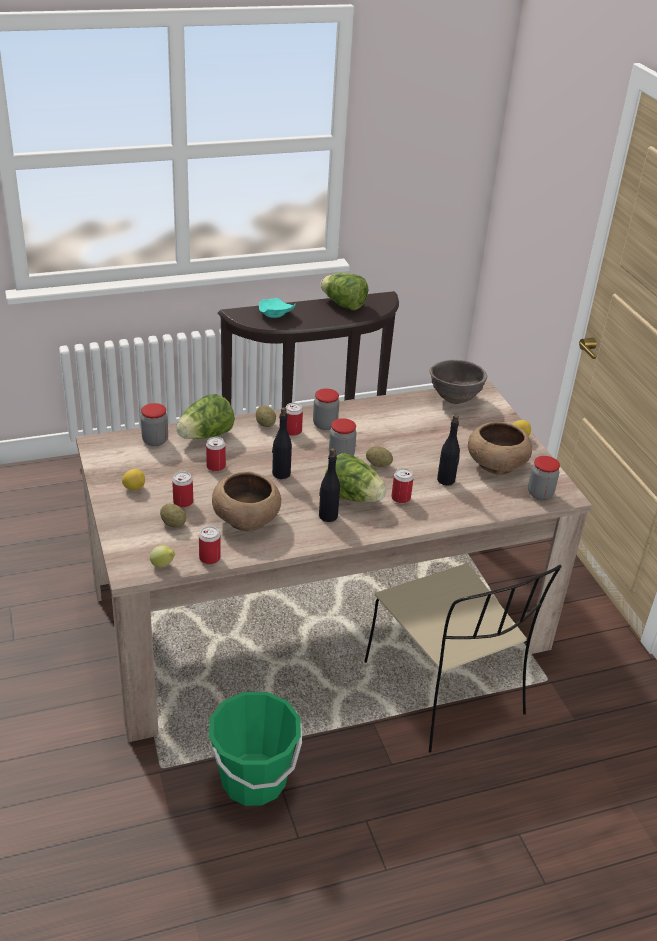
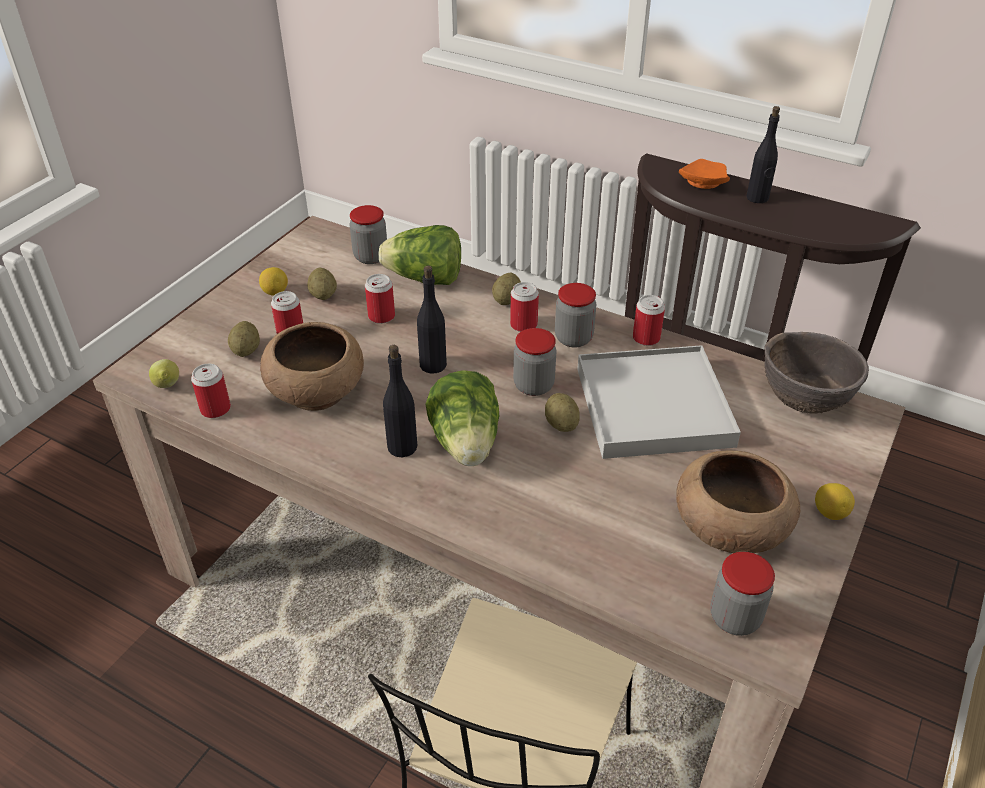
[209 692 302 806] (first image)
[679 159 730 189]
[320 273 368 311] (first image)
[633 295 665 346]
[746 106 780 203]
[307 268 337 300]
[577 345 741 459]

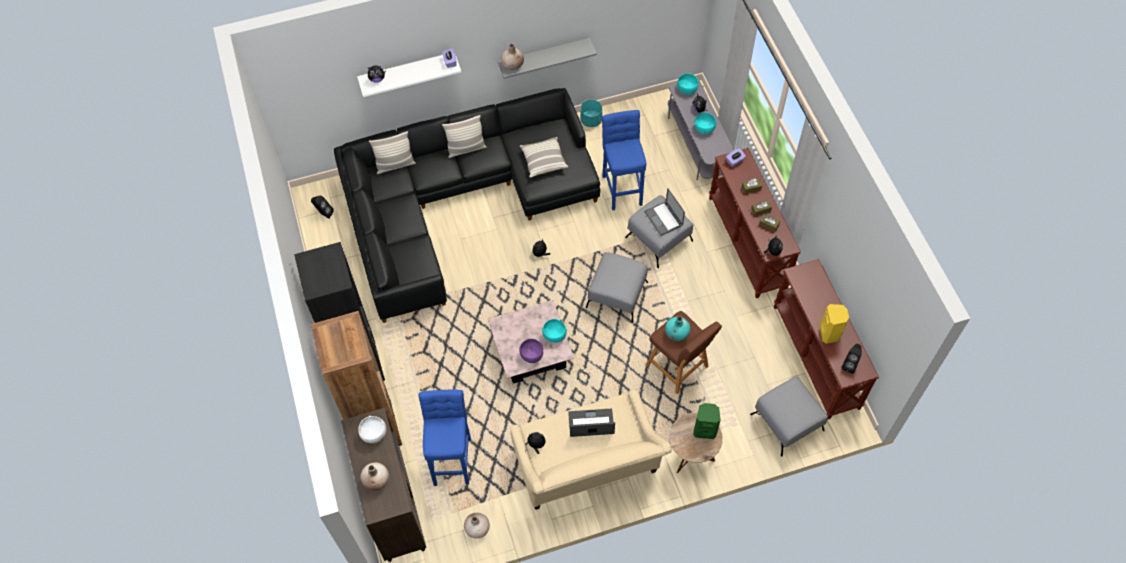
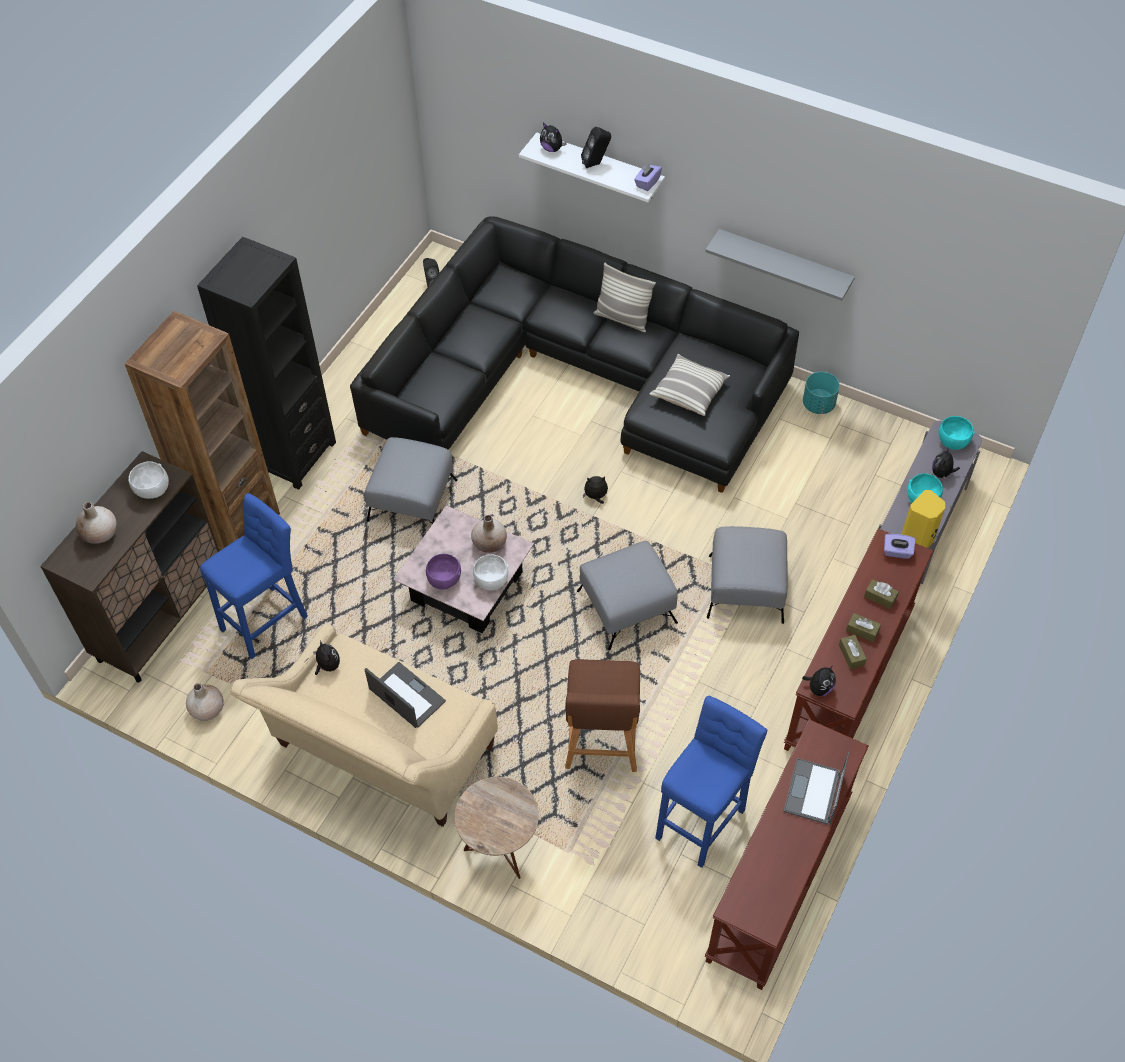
[369 131 416 174] (first image)
[471 515 507 553]
[473 554 509 590]
[655 696 767 868]
[783 752 849 825]
[665 316 690 341] (first image)
[693 403 721 439] (first image)
[365 437 458 524]
[901 490 945 548]
[581 127 611 168]

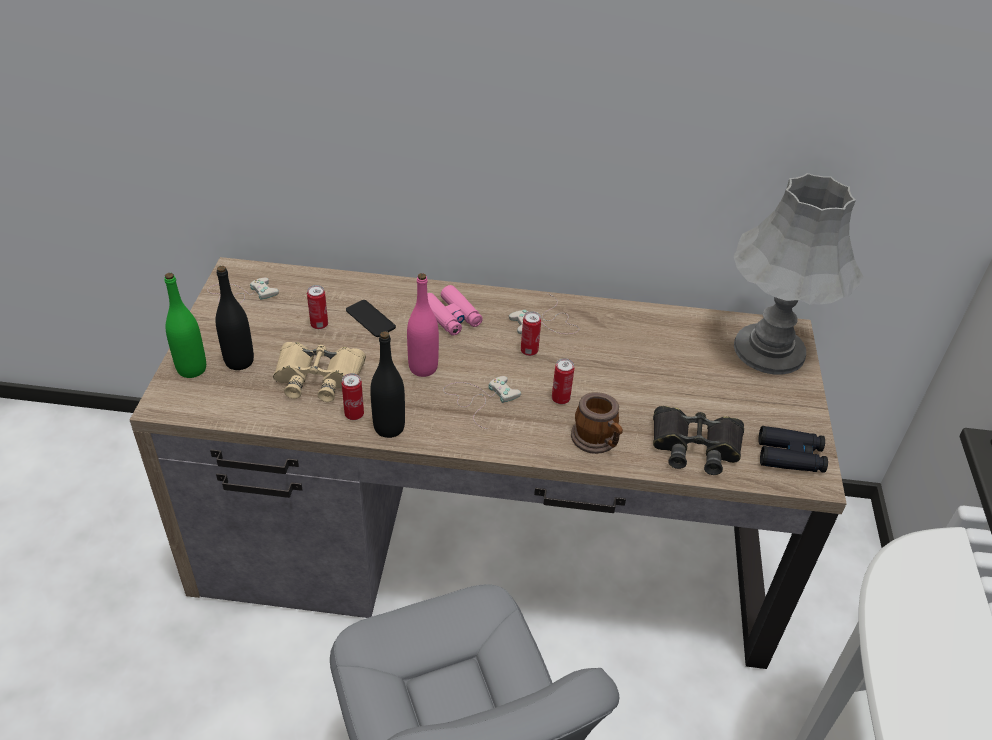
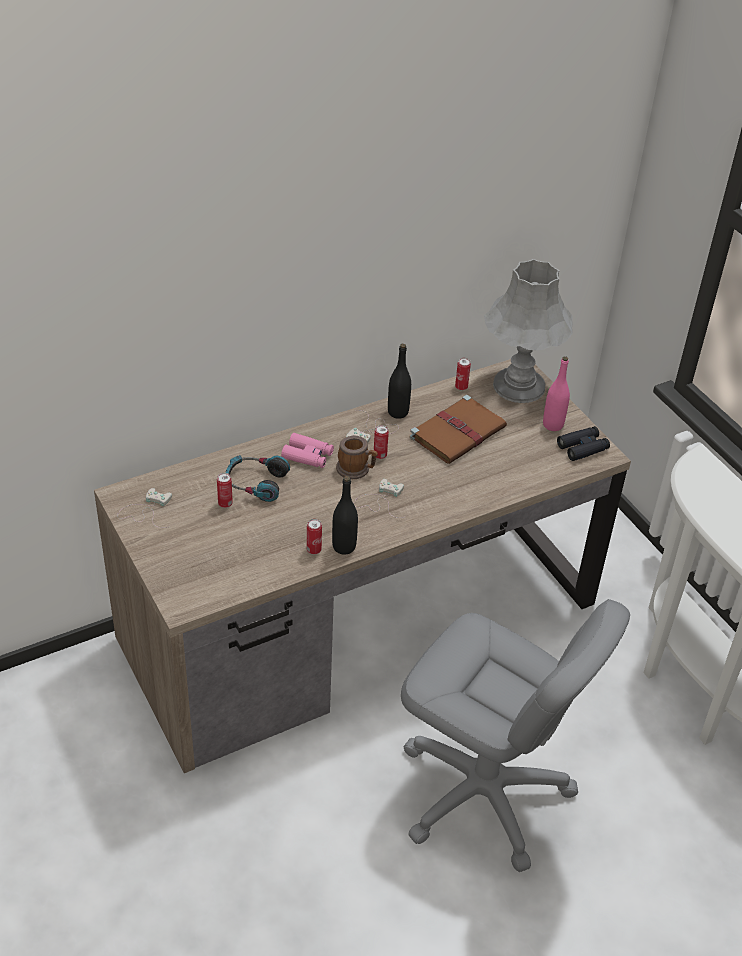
[165 273 206 378] (first image)
[388 344 411 419]
[273 342 366 402] (first image)
[225 455 290 502]
[543 357 570 431]
[455 358 471 390]
[336 436 378 479]
[653 406 744 475] (first image)
[410 395 507 464]

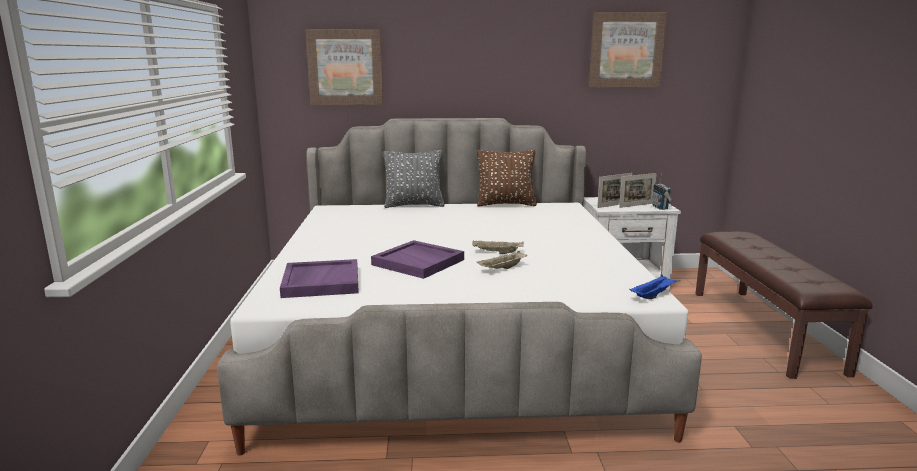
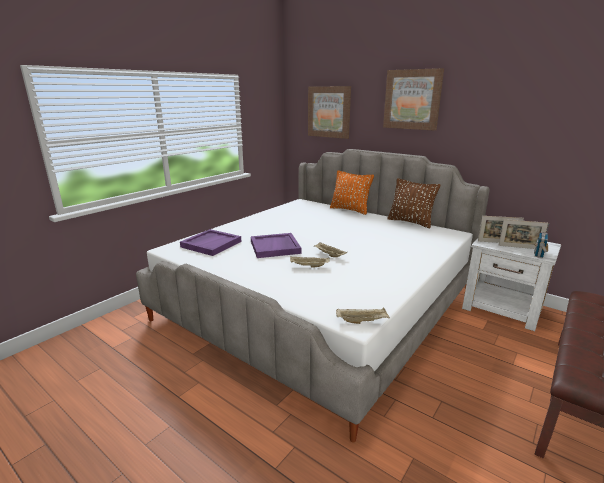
[330 170 374 215]
[383 68 444 131]
[336 308 390 324]

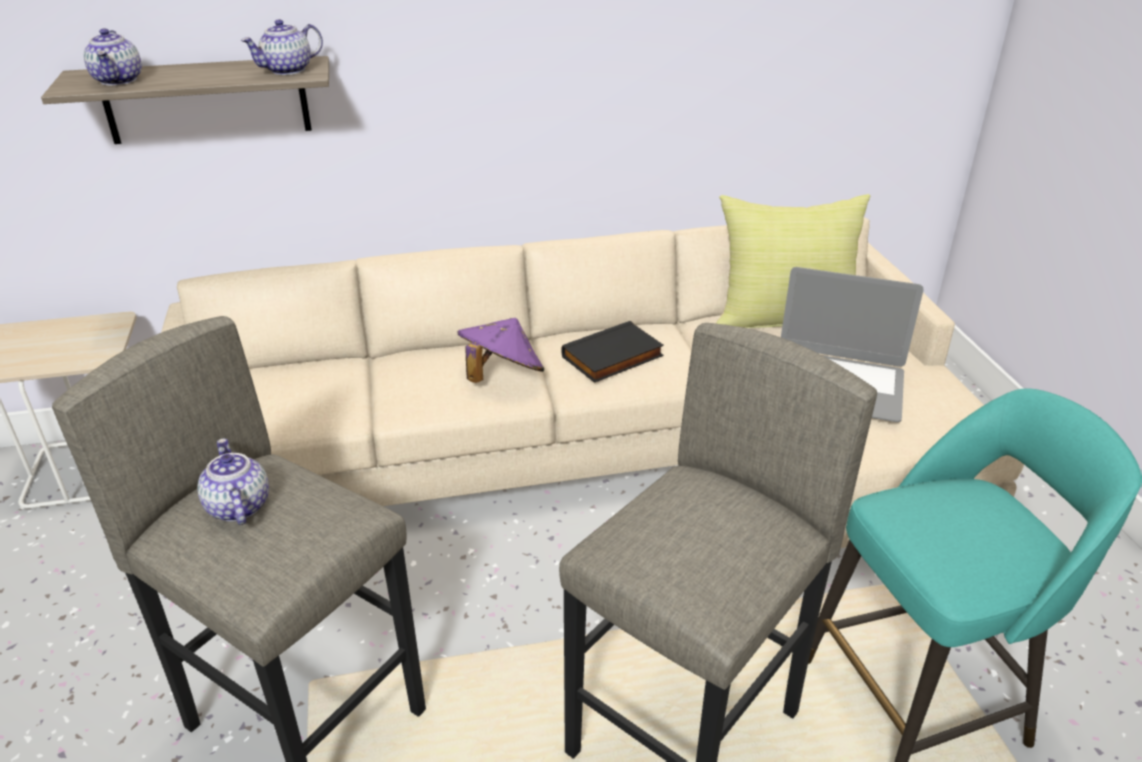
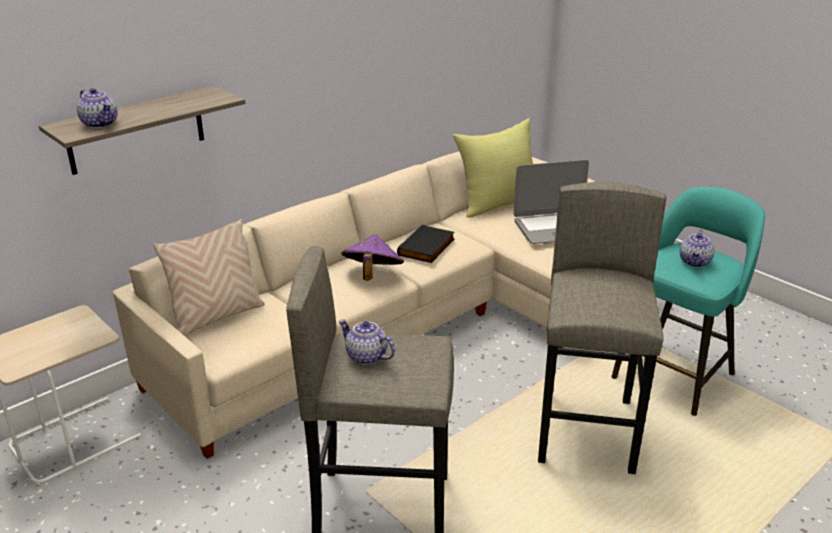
[680 230 714 267]
[153 219 265 336]

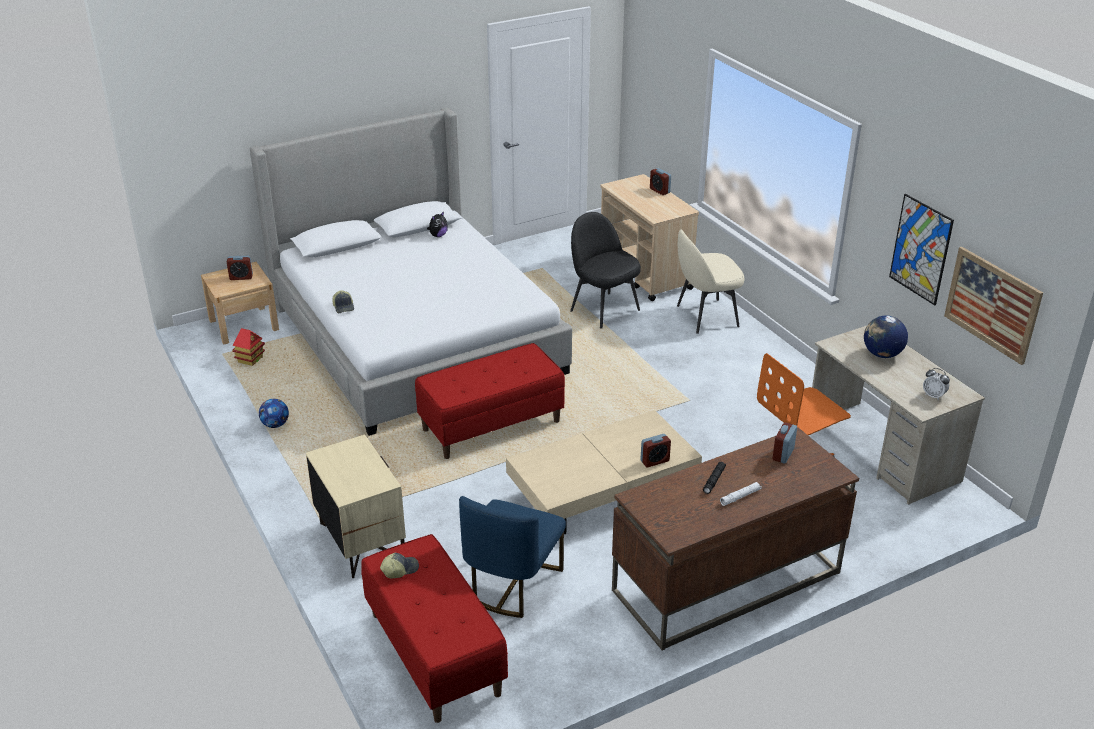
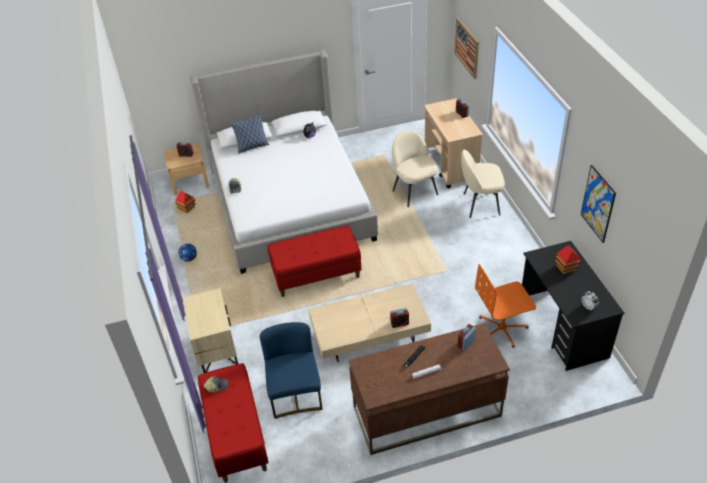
[259 322 323 419]
[392 130 438 207]
[522 241 624 371]
[555 245 581 274]
[455 17 479 79]
[229 113 269 154]

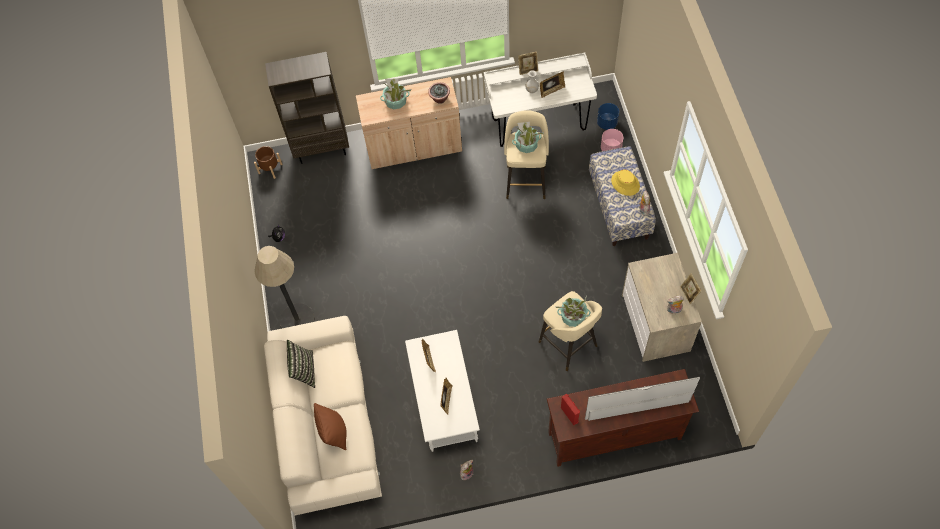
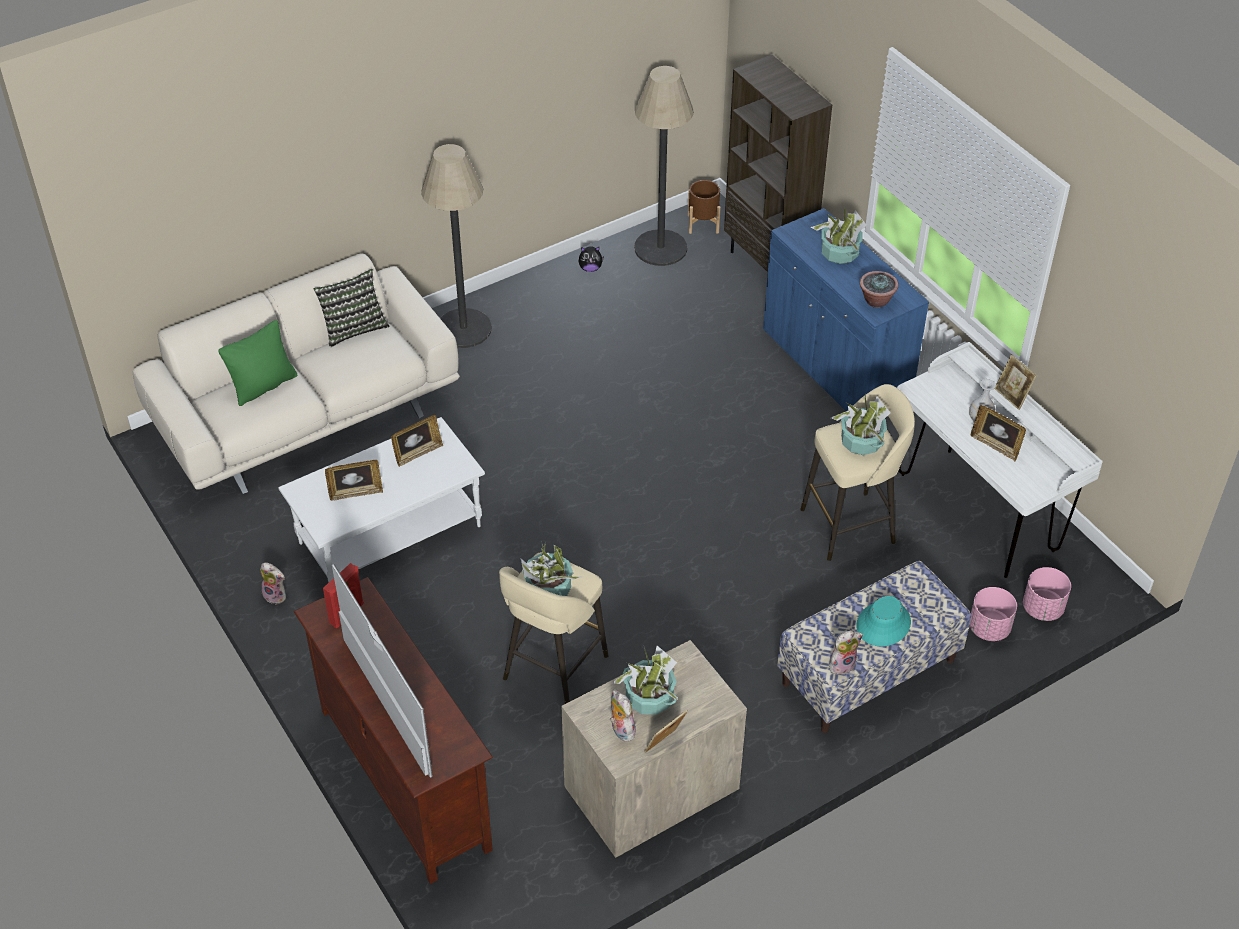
[218 320 297 406]
[763 208 929 411]
[1023 567 1071 621]
[856 596 911 646]
[611 646 678 715]
[634 66 694 266]

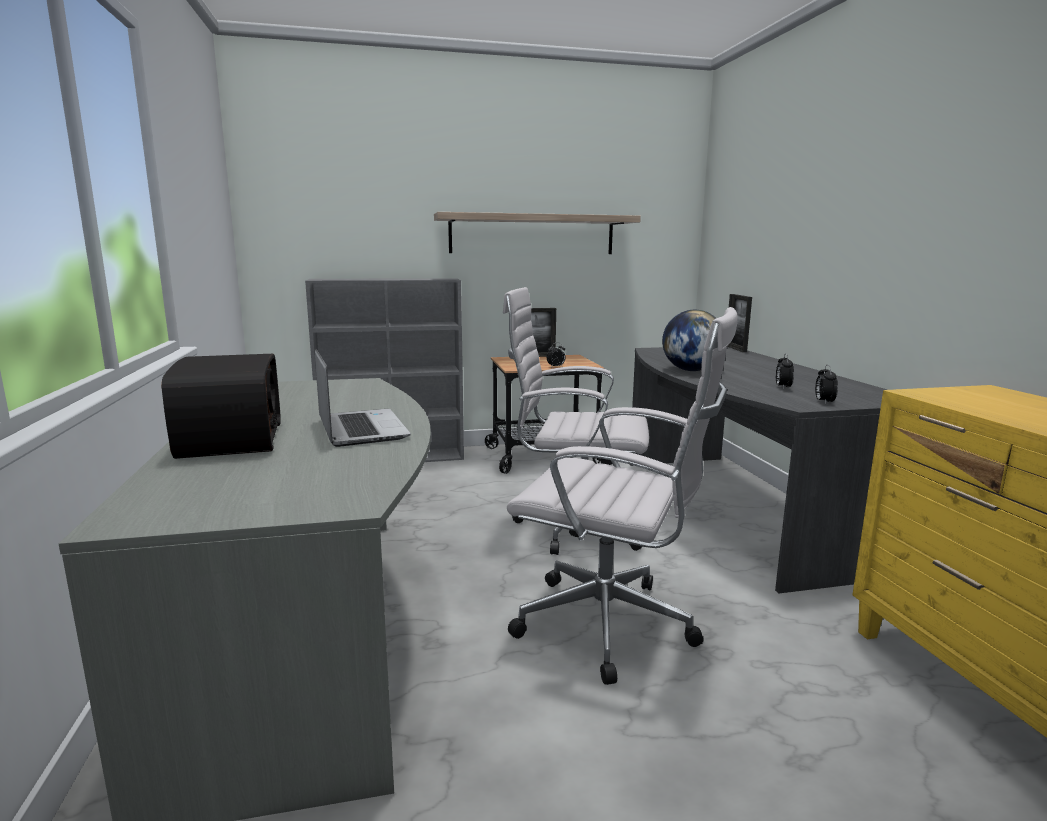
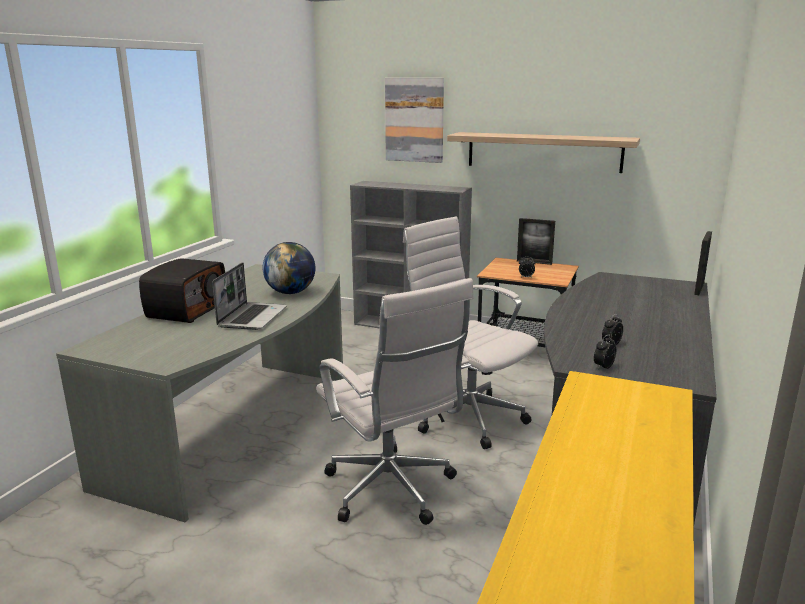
[263 242 315 294]
[385 78 444 163]

